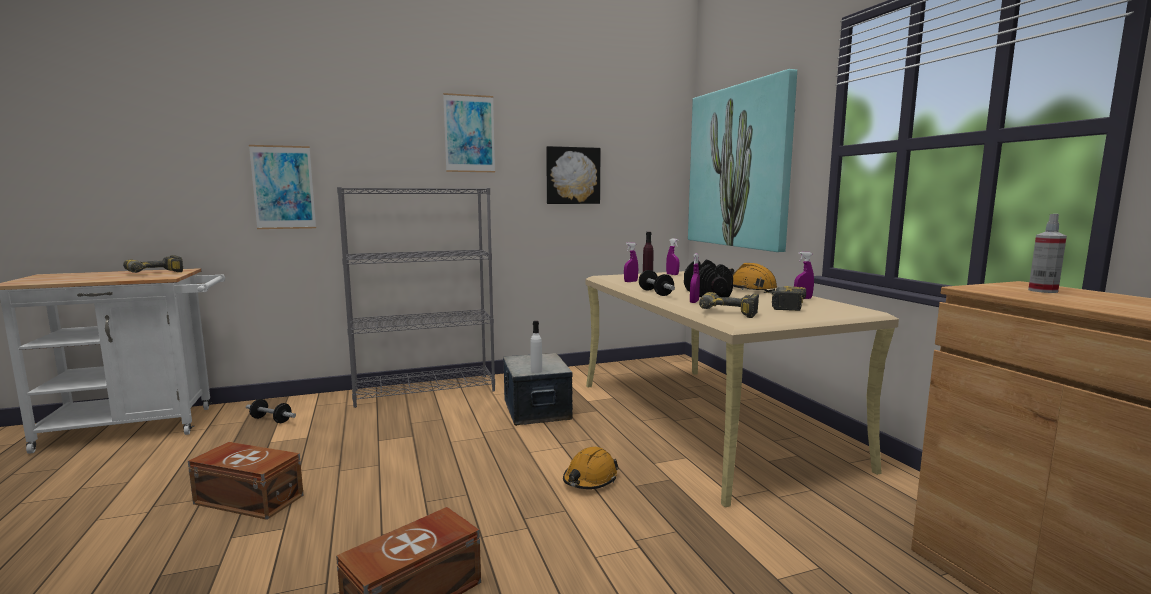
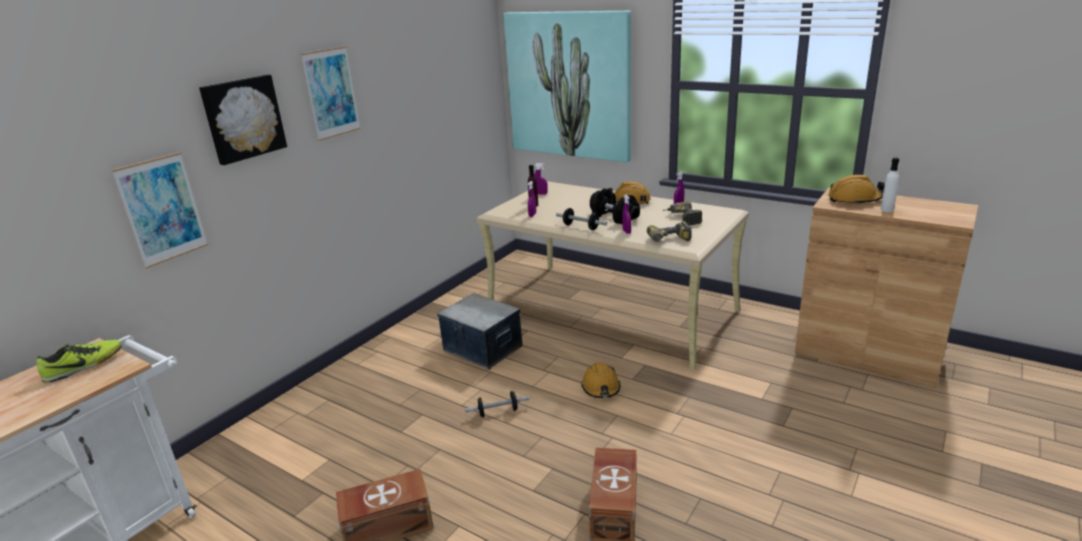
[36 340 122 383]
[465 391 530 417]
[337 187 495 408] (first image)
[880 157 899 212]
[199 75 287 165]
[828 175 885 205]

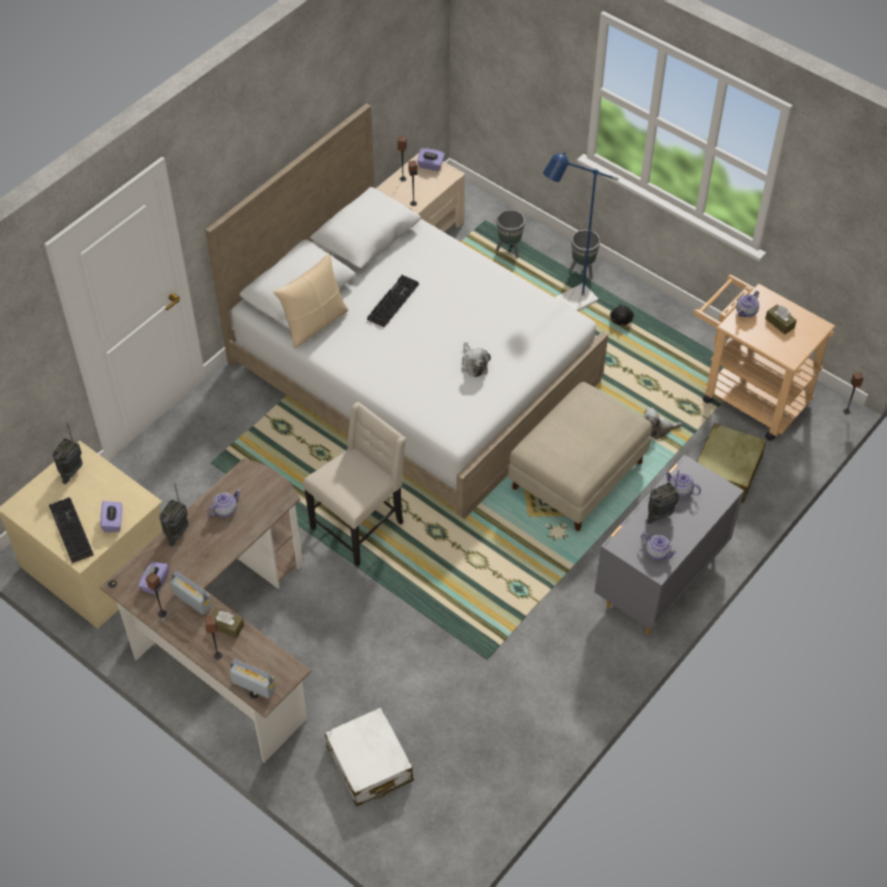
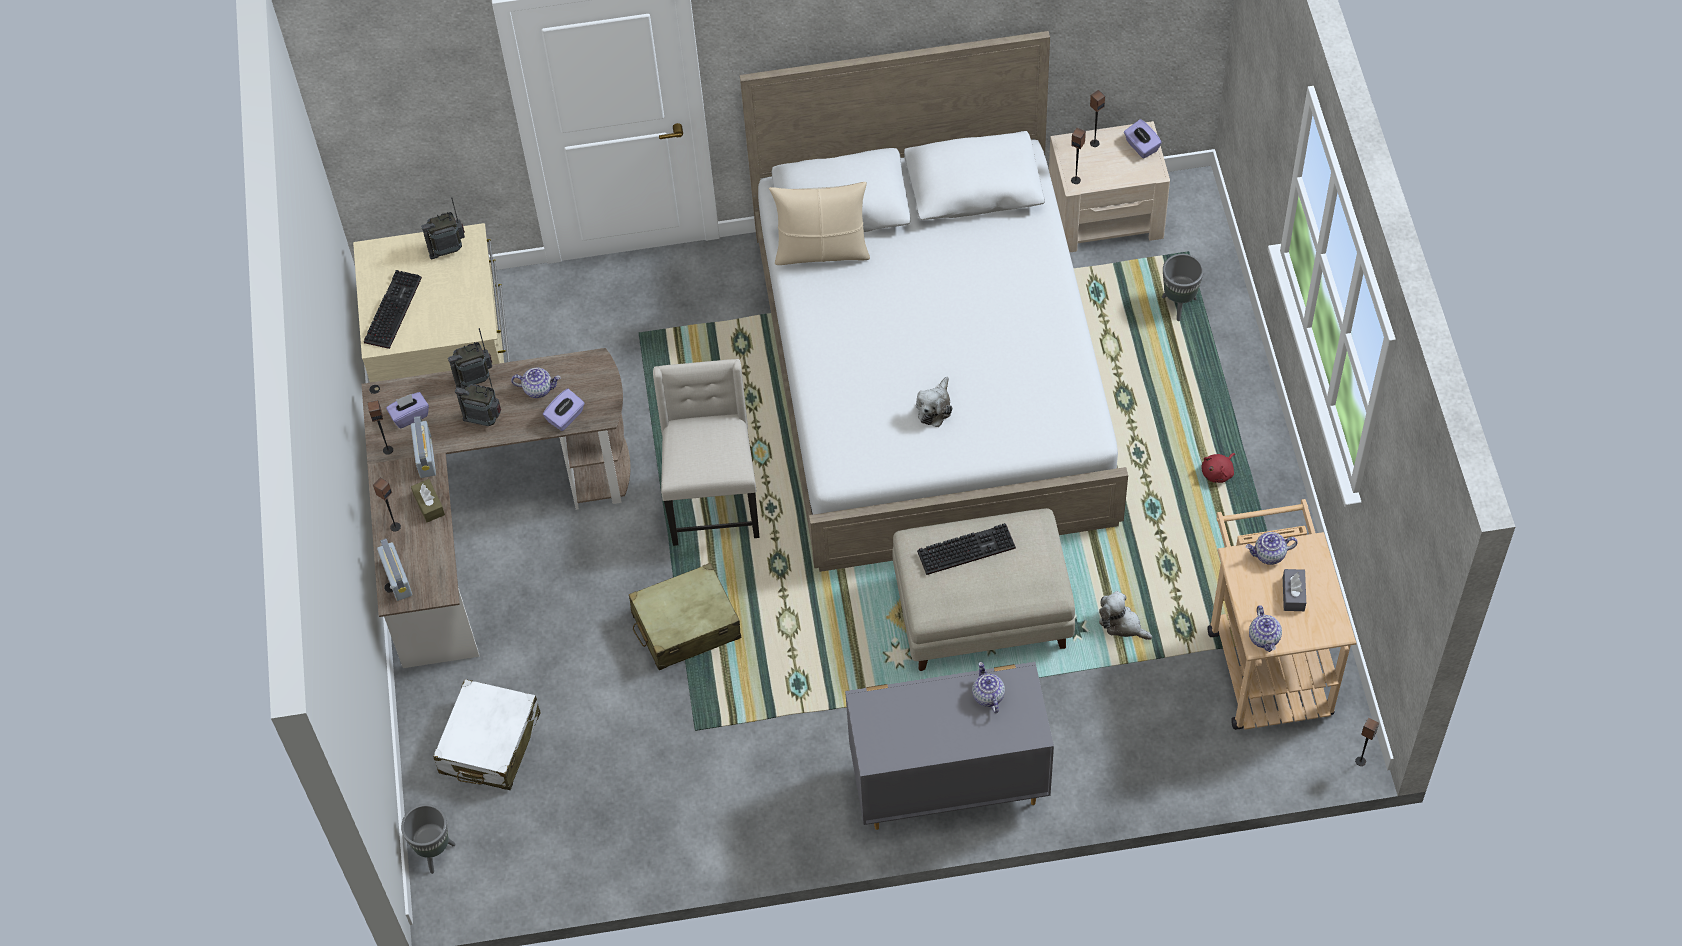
[543 389 585 431]
[653 359 760 546]
[917 523 1016 575]
[543 152 619 311] (first image)
[401 804 456 874]
[1201 453 1235 483]
[1249 605 1282 652]
[455 377 501 426]
[629 563 741 670]
[1283 569 1306 611]

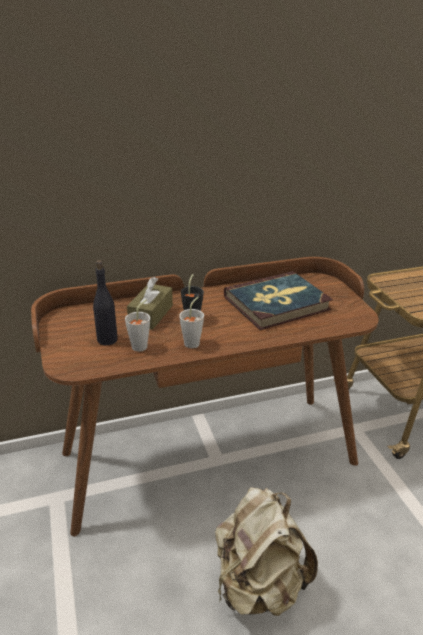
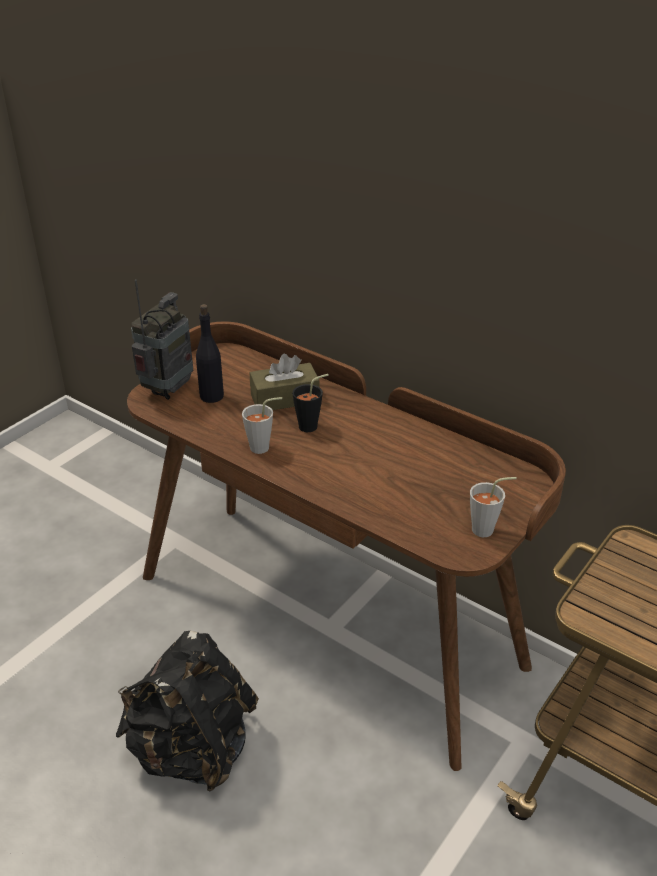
[470 477 517 537]
[116 631 259 792]
[224 271 333 330] (first image)
[131 279 193 400]

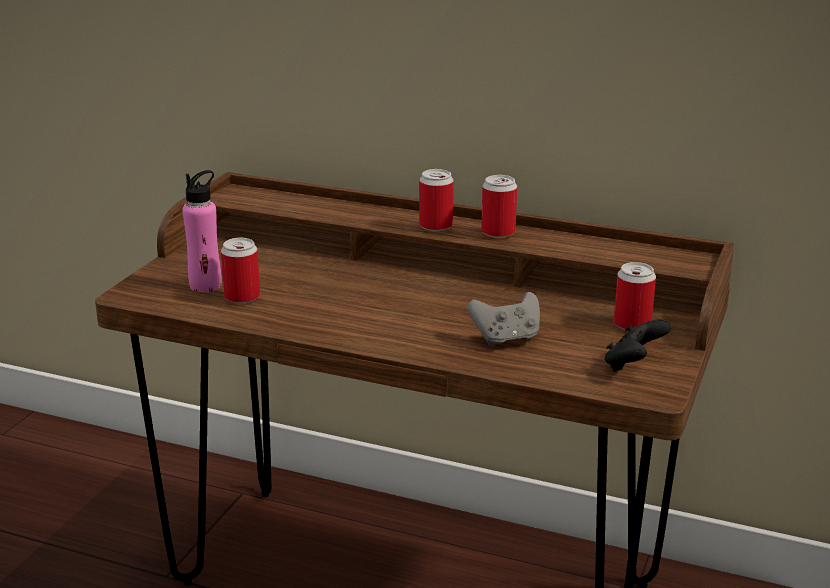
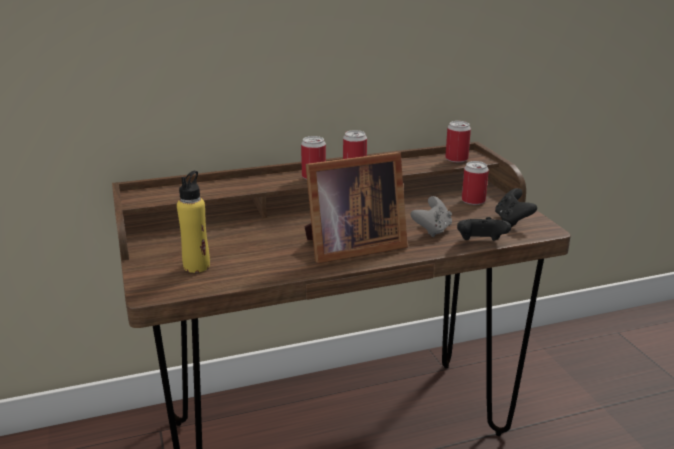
[177 171 210 273]
[445 121 471 163]
[304 152 408 263]
[457 217 511 241]

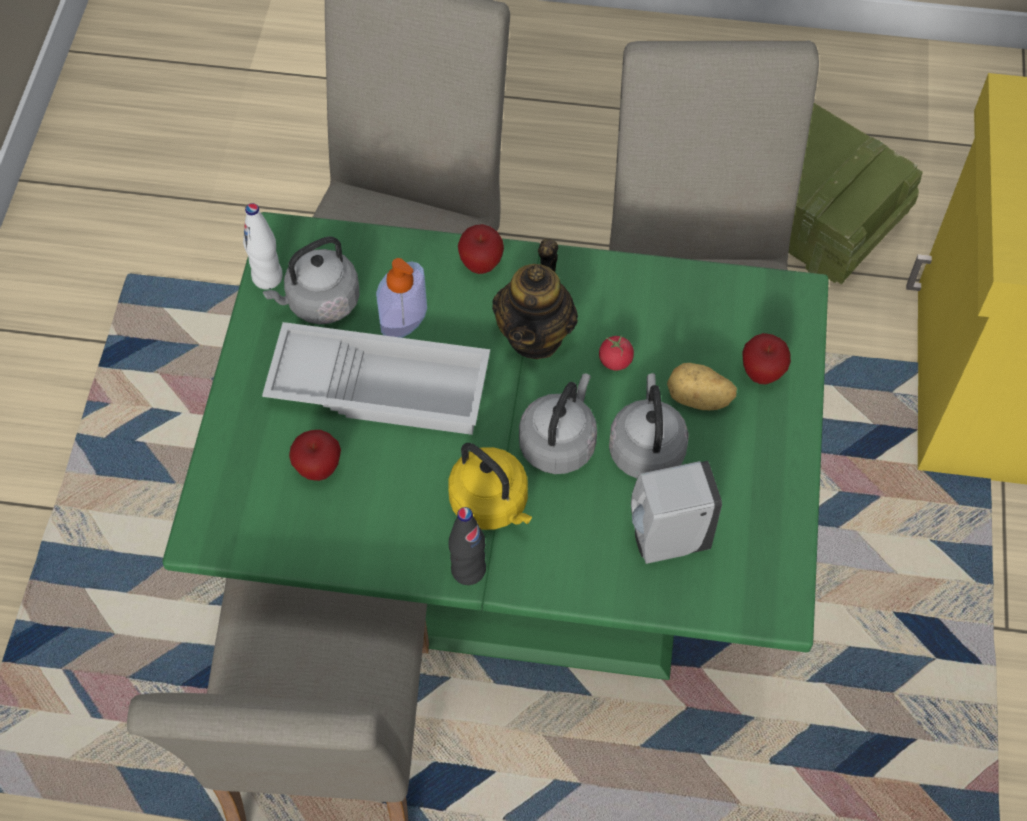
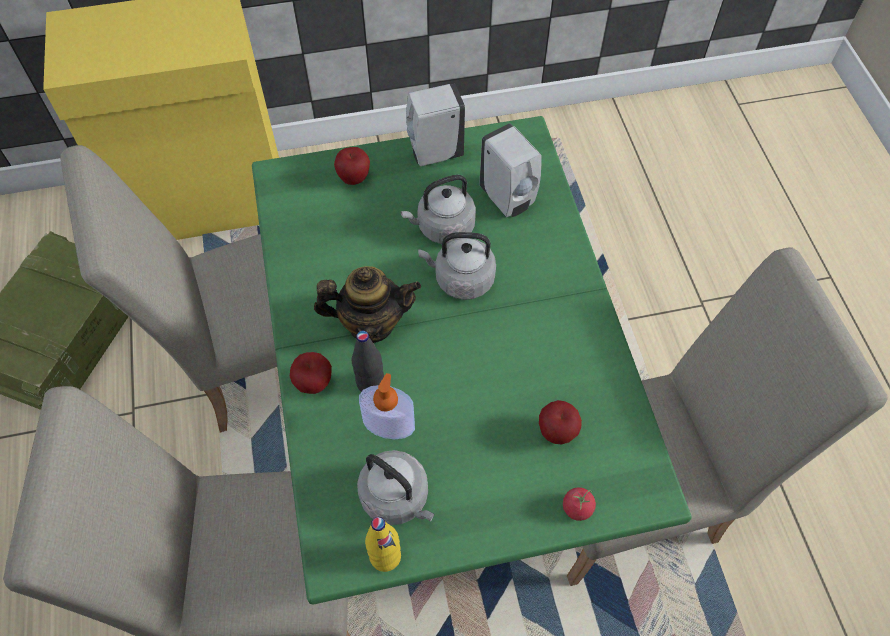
[365 517 401 572]
[262 322 490 435] (first image)
[448 443 532 530] (first image)
[352 331 384 392]
[563 487 596 521]
[667 363 737 410] (first image)
[406 84 465 167]

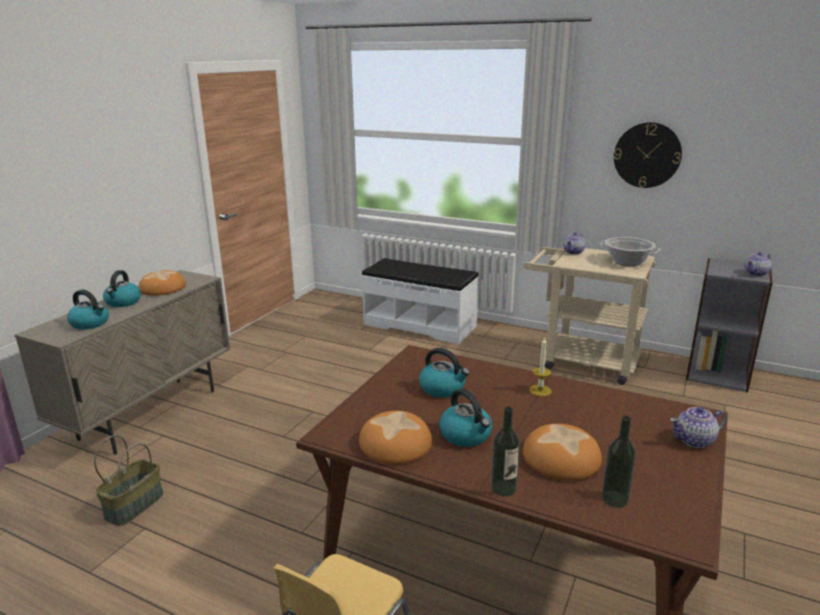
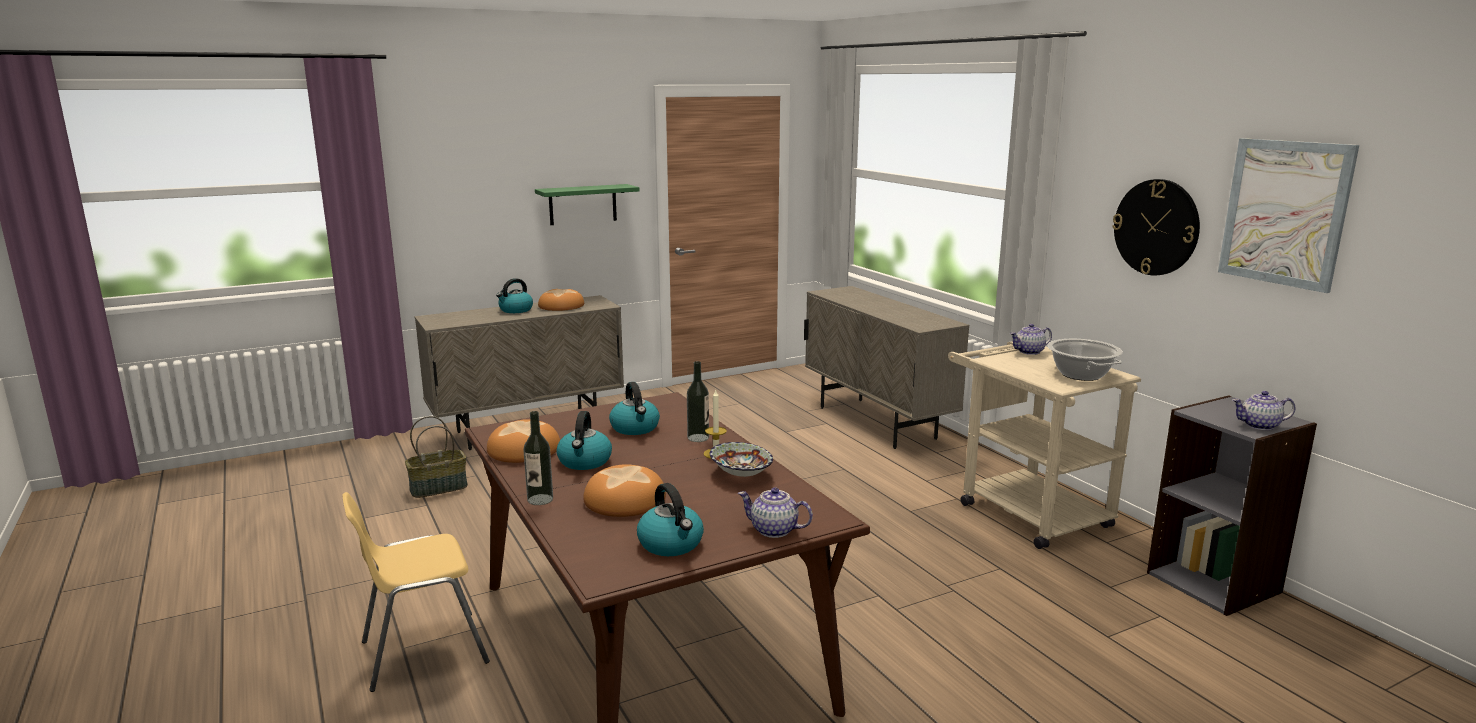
[637 483 704 556]
[804 286 969 449]
[687 361 709 442]
[535 184 639 225]
[710 442 773 477]
[1218 138 1359 293]

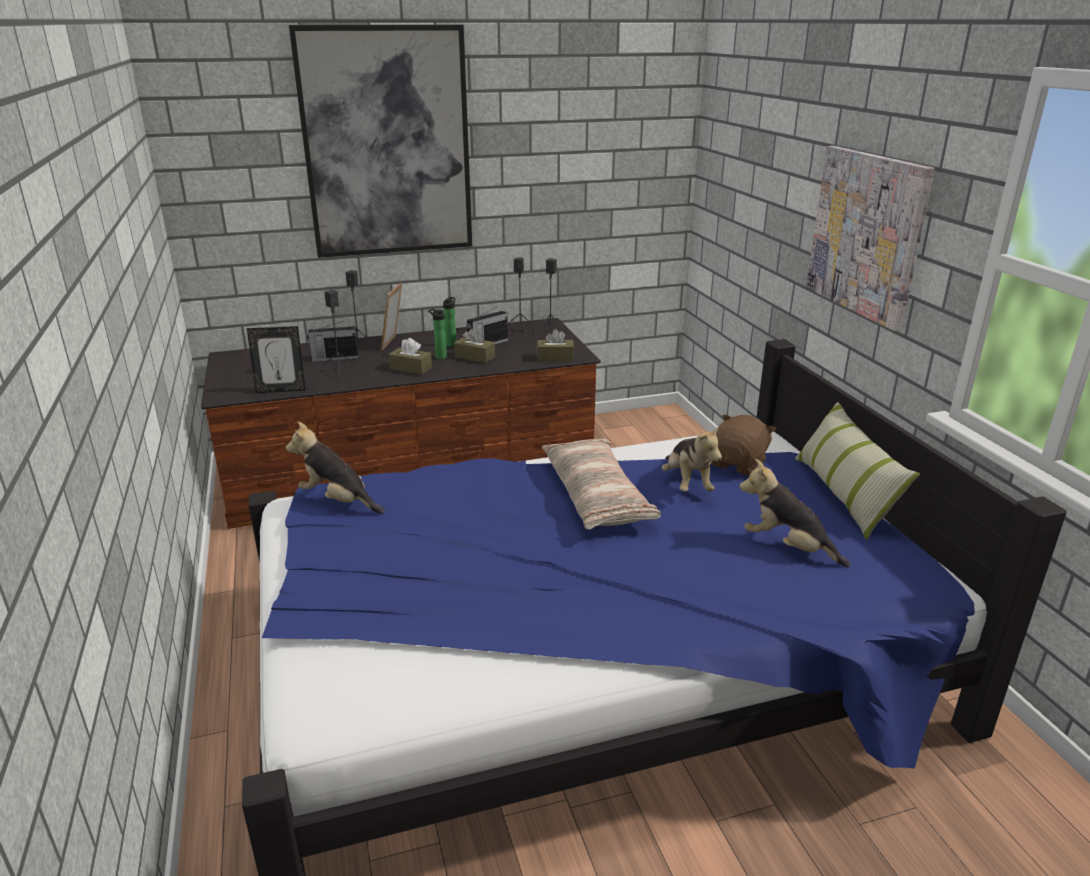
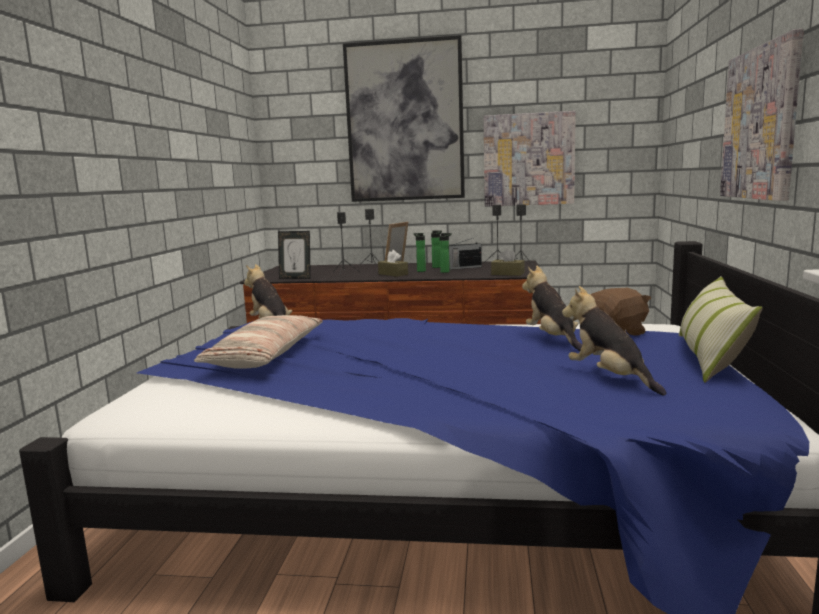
[307 321 358 362] (first image)
[439 233 452 273]
[194 315 323 369]
[522 266 582 351]
[484 111 576 207]

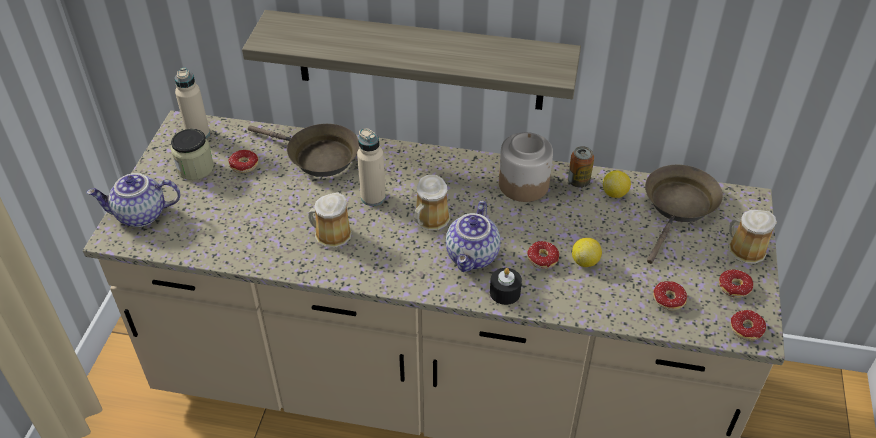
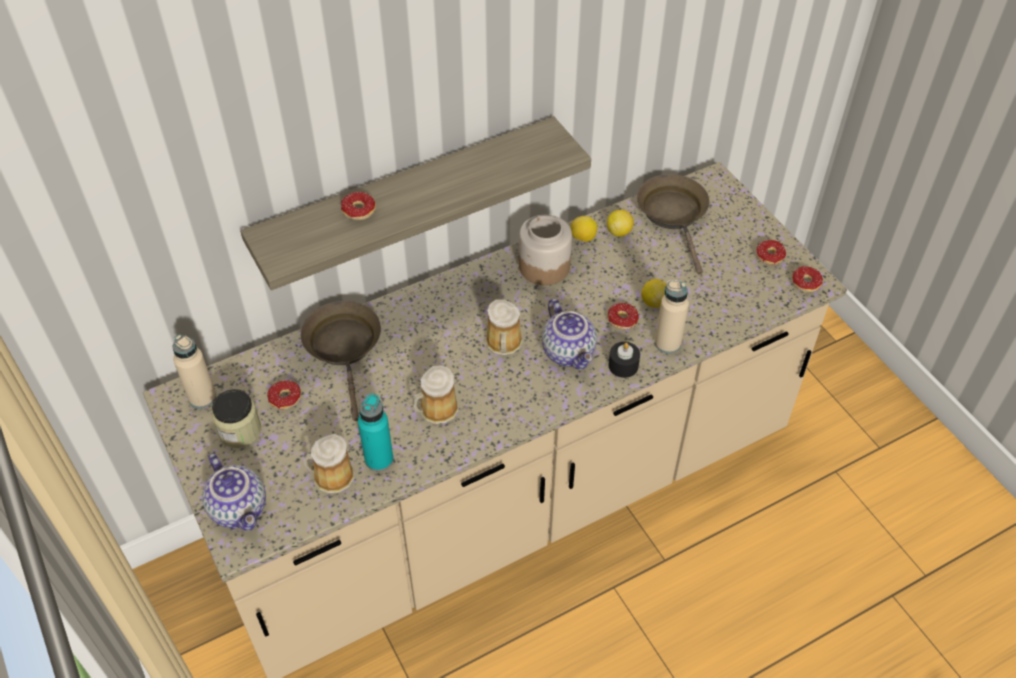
[202 453 266 531]
[301 301 381 421]
[655 280 689 354]
[570 216 597 242]
[341 192 376 220]
[304 434 354 493]
[358 393 393 471]

